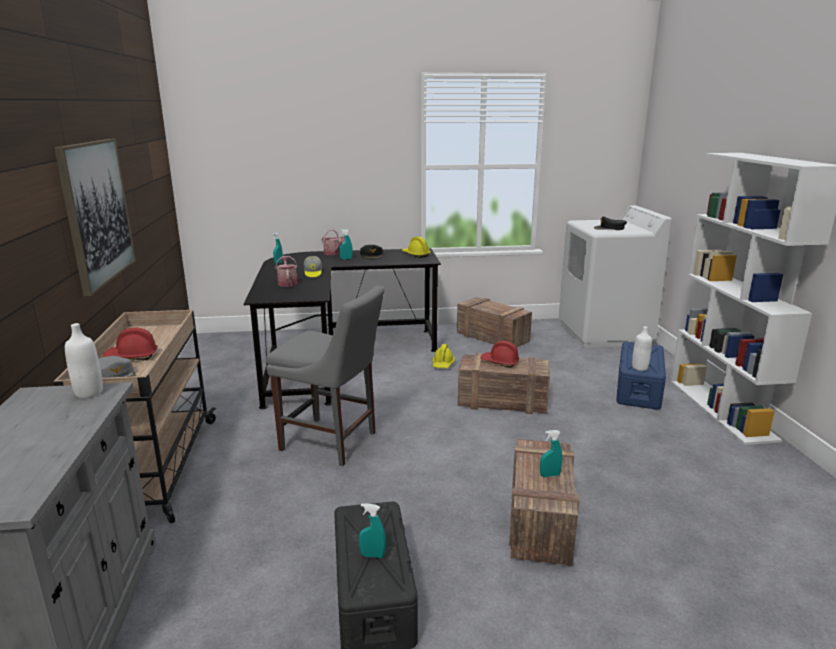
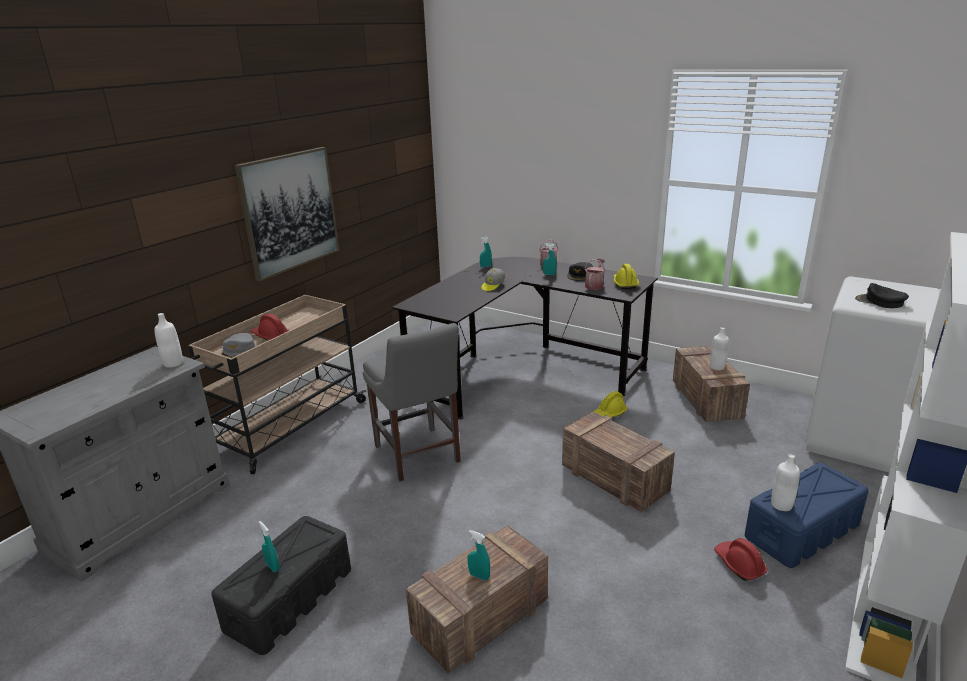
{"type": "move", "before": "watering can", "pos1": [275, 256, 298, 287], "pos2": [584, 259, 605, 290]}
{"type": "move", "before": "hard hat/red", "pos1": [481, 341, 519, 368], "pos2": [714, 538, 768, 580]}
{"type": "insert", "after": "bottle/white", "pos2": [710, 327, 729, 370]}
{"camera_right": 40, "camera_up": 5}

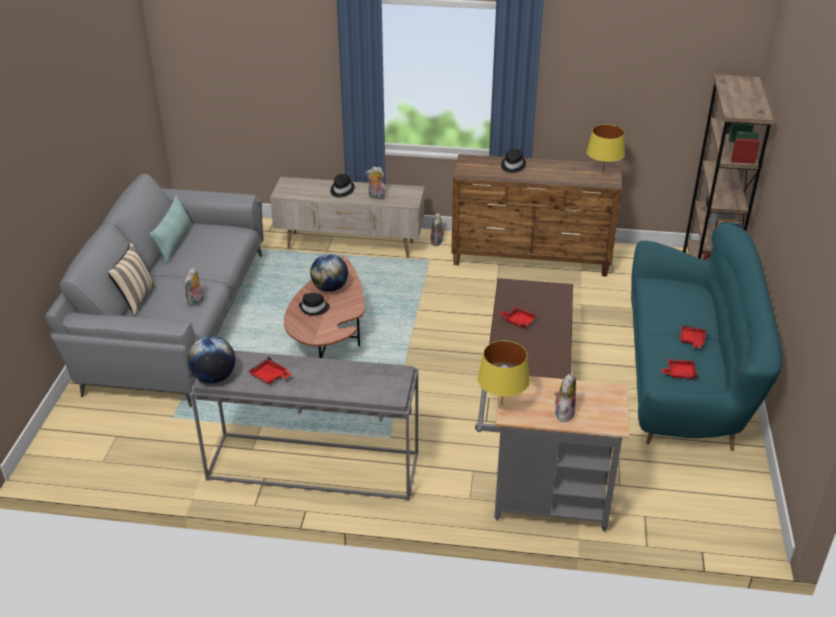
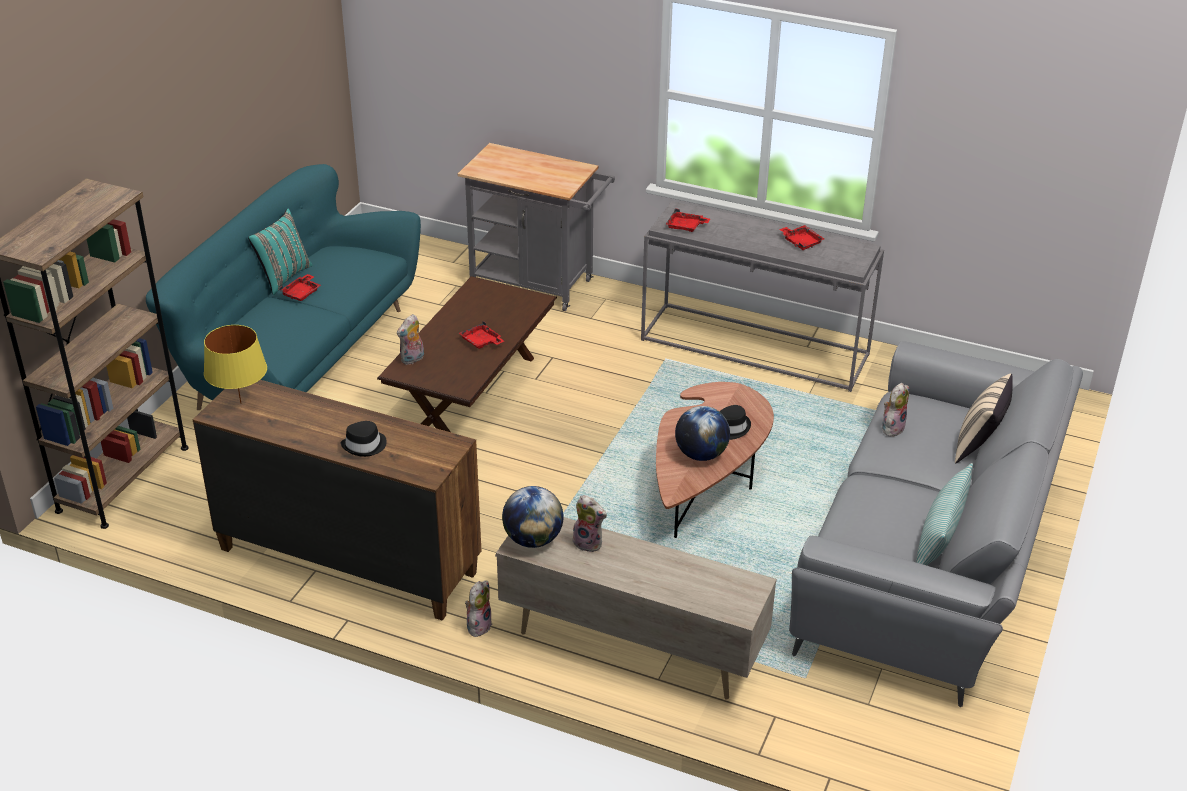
{"type": "move", "before": "globe", "pos1": [187, 336, 235, 383], "pos2": [502, 486, 564, 548]}
{"type": "delete", "before": "hat/black", "pos1": [330, 174, 355, 197]}
{"type": "delete", "before": "table lamp/yellow", "pos1": [477, 341, 530, 405]}
{"type": "move", "before": "plush toy", "pos1": [555, 374, 576, 422], "pos2": [397, 314, 424, 365]}
{"type": "move", "before": "tray/red", "pos1": [662, 359, 698, 379], "pos2": [666, 209, 710, 232]}
{"type": "insert", "after": "pillow/turquoise", "pos2": [248, 209, 313, 295]}
{"camera_right": -165, "camera_up": 0}

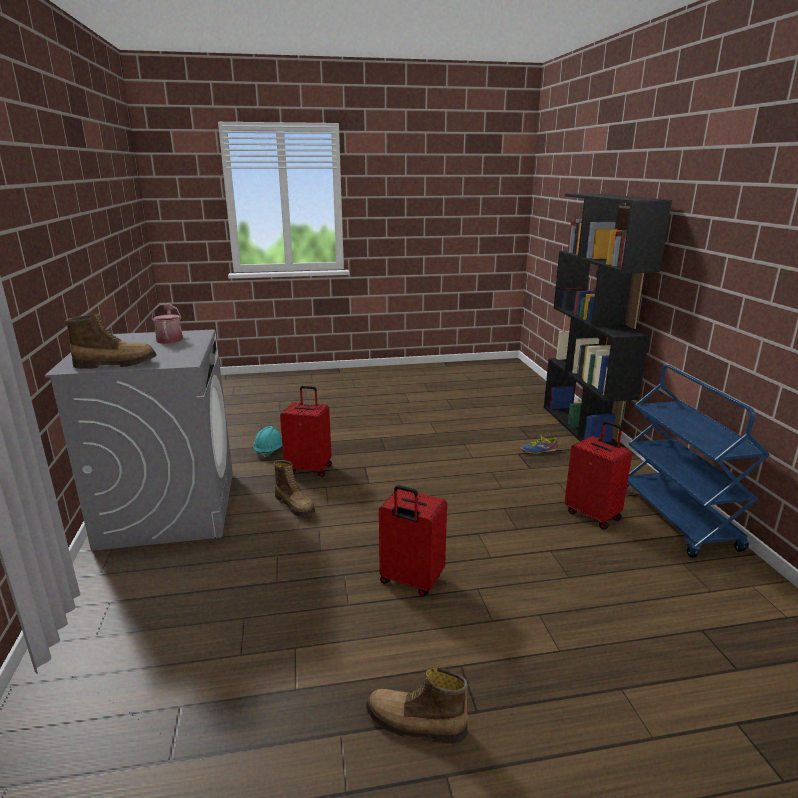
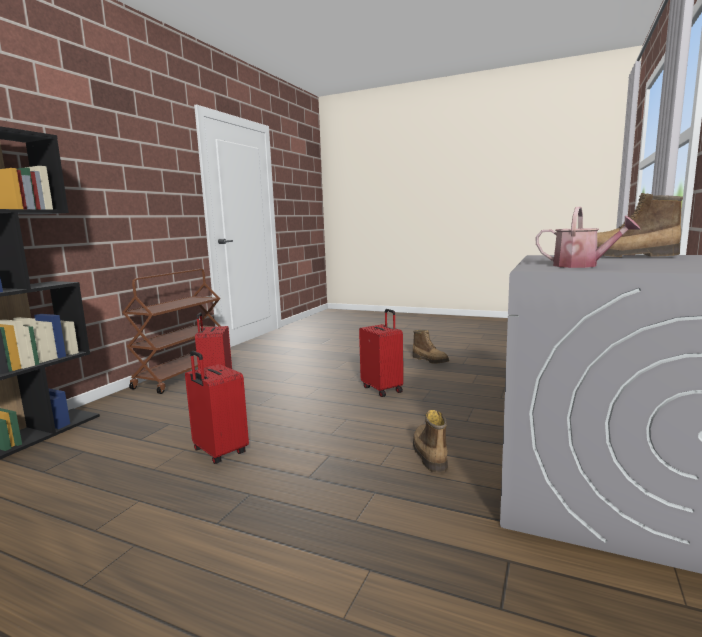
{"type": "rotate", "before": "watering can", "pos1": [151, 303, 183, 344], "pos2": [536, 207, 641, 268], "turn": -75}
{"type": "delete", "before": "hard hat/turquoise", "pos1": [253, 426, 282, 459]}
{"type": "move", "before": "suitcase/red", "pos1": [280, 386, 332, 477], "pos2": [185, 351, 249, 464]}
{"type": "delete", "before": "shoe", "pos1": [521, 434, 558, 454]}
{"type": "recolor", "before": "cart/blue", "after": "cart/brown", "pos1": [626, 365, 770, 558], "pos2": [122, 269, 220, 394]}
{"camera_right": -145, "camera_up": -10}

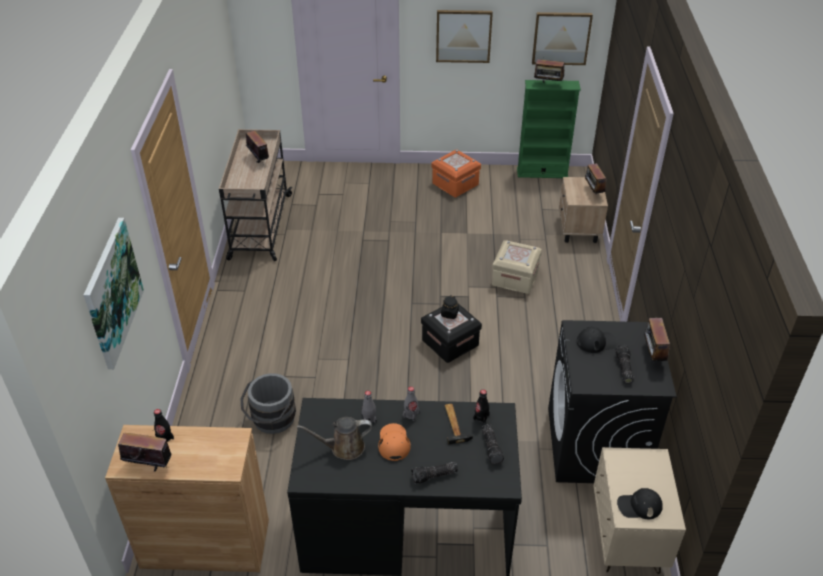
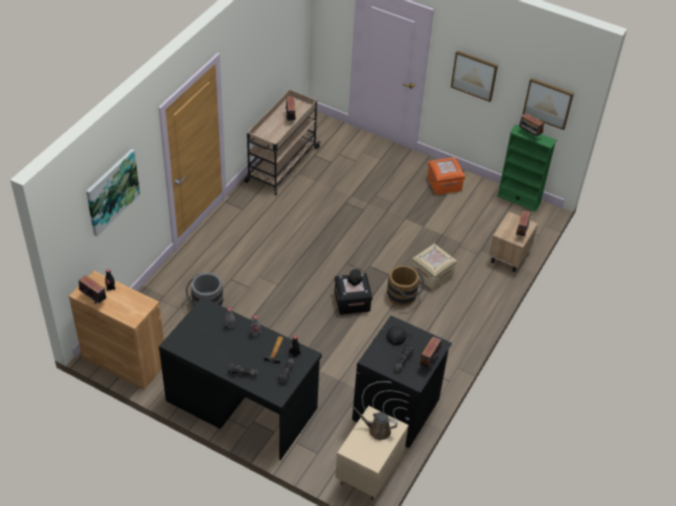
{"type": "move", "before": "watering can/brown", "pos1": [297, 417, 372, 460], "pos2": [352, 406, 398, 440]}
{"type": "delete", "before": "cap/orange", "pos1": [378, 423, 410, 461]}
{"type": "delete", "before": "cap/black", "pos1": [617, 488, 663, 519]}
{"type": "insert", "after": "bucket/brown", "pos2": [387, 265, 424, 306]}
{"camera_right": 25, "camera_up": 5}

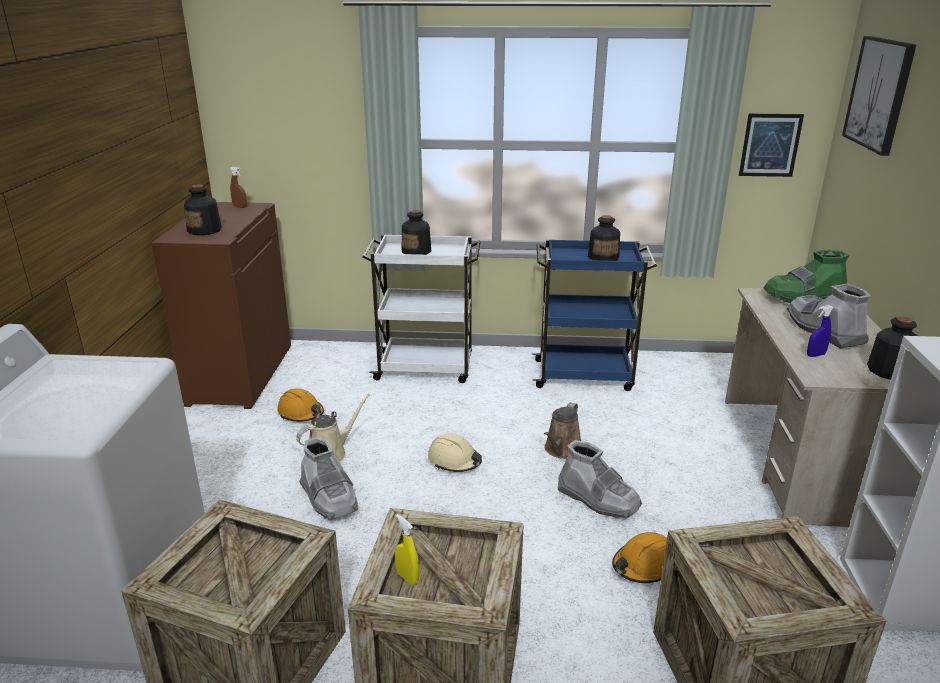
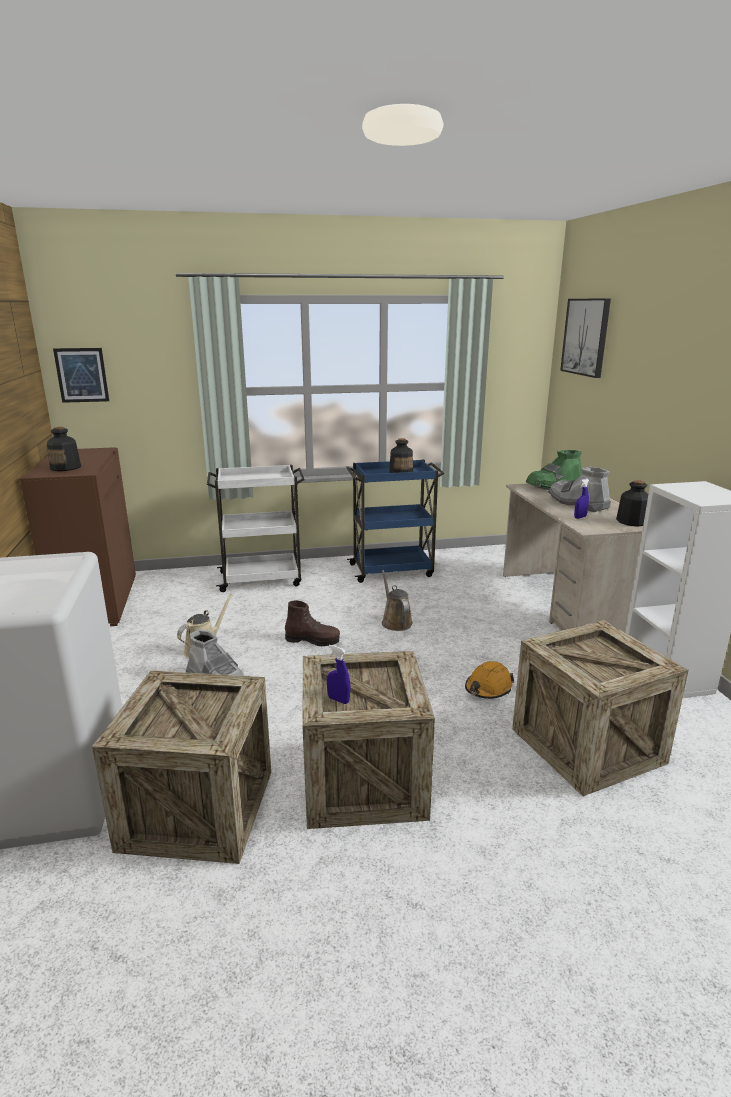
{"type": "delete", "before": "spray bottle/brown", "pos1": [230, 167, 247, 208]}
{"type": "delete", "before": "hard hat/orange", "pos1": [277, 388, 324, 422]}
{"type": "recolor", "before": "spray bottle/yellow", "after": "spray bottle/blue", "pos1": [395, 514, 419, 585], "pos2": [327, 645, 351, 704]}
{"type": "delete", "before": "bottle", "pos1": [402, 210, 431, 255]}
{"type": "replace", "before": "hard hat/beige", "after": "boot/brown", "pos1": [428, 434, 482, 472], "pos2": [285, 600, 340, 646]}
{"type": "rotate", "before": "watering can/brown", "pos1": [544, 402, 581, 459], "pos2": [382, 570, 413, 631], "turn": 150}
{"type": "delete", "before": "boot/grey", "pos1": [558, 440, 642, 518]}
{"type": "move", "before": "picture", "pos1": [739, 114, 804, 177], "pos2": [53, 348, 109, 403]}
{"camera_right": -15, "camera_up": -5}

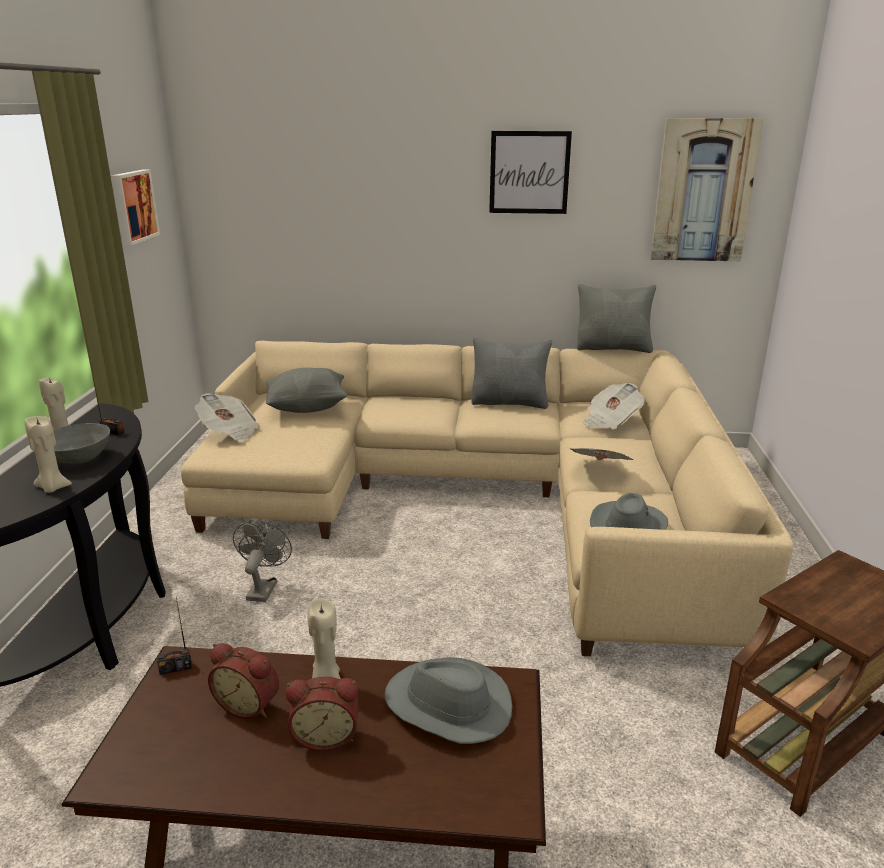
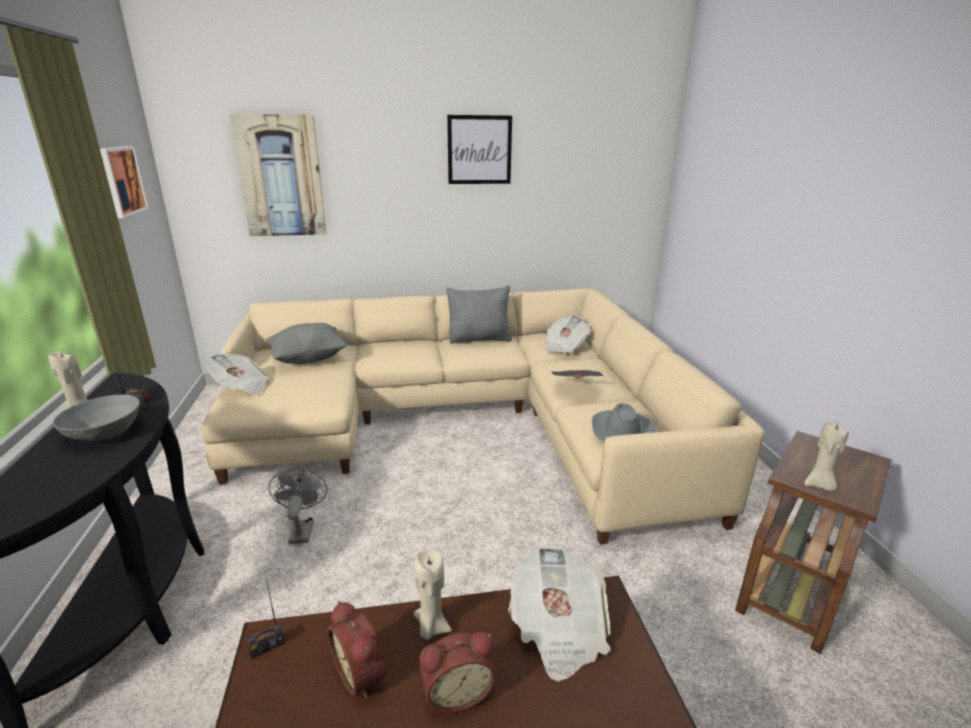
{"type": "move", "before": "candle/beige", "pos1": [25, 416, 72, 493], "pos2": [804, 421, 849, 491]}
{"type": "rotate", "before": "alarm clock", "pos1": [208, 643, 279, 719], "pos2": [327, 601, 386, 699], "turn": 45}
{"type": "replace", "before": "hat/grey", "after": "newspaper", "pos1": [384, 657, 513, 744], "pos2": [508, 544, 611, 682]}
{"type": "delete", "before": "pillow/grey", "pos1": [577, 284, 656, 353]}
{"type": "move", "before": "picture", "pos1": [650, 118, 763, 261], "pos2": [230, 114, 326, 236]}
{"camera_right": -15, "camera_up": 0}

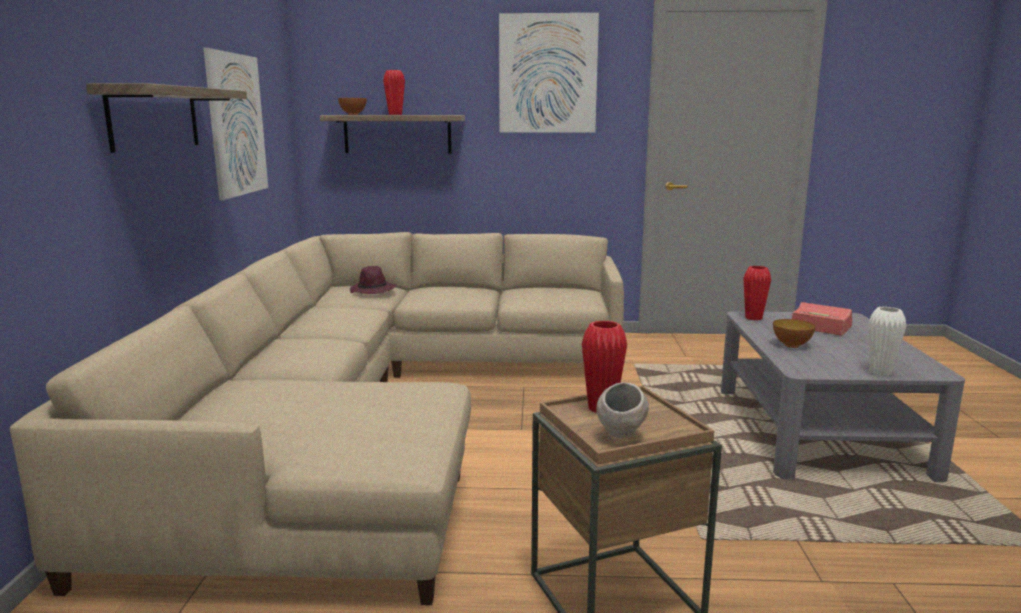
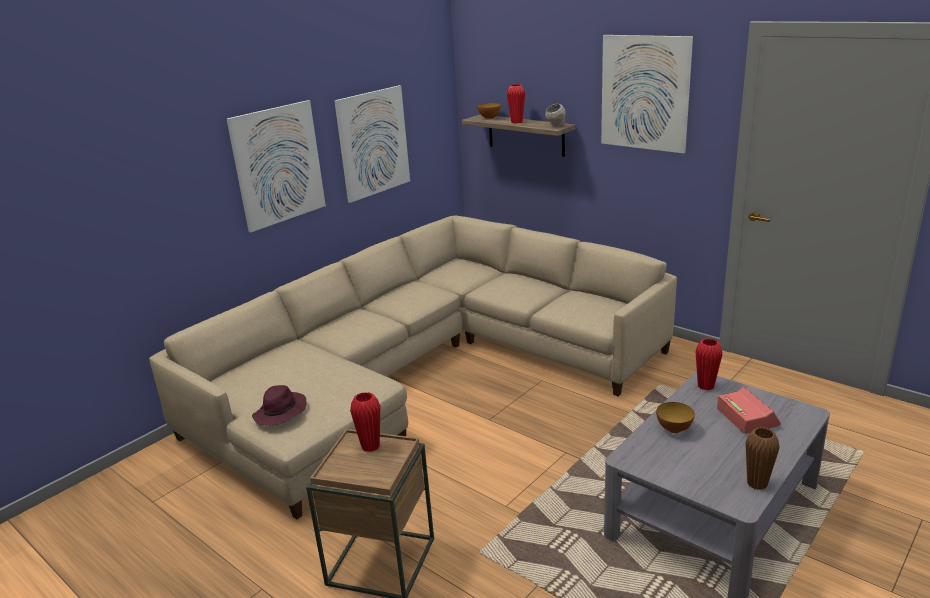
{"type": "replace", "before": "shelf", "after": "picture", "pos1": [86, 83, 247, 153], "pos2": [227, 100, 326, 233]}
{"type": "move", "before": "hat/purple", "pos1": [350, 266, 397, 294], "pos2": [252, 385, 306, 426]}
{"type": "move", "before": "bowl/grey", "pos1": [596, 382, 649, 438], "pos2": [545, 104, 566, 126]}
{"type": "delete", "before": "vase/white", "pos1": [869, 307, 906, 376]}
{"type": "insert", "after": "vase/brown", "pos2": [745, 427, 780, 490]}
{"camera_right": 40, "camera_up": 10}

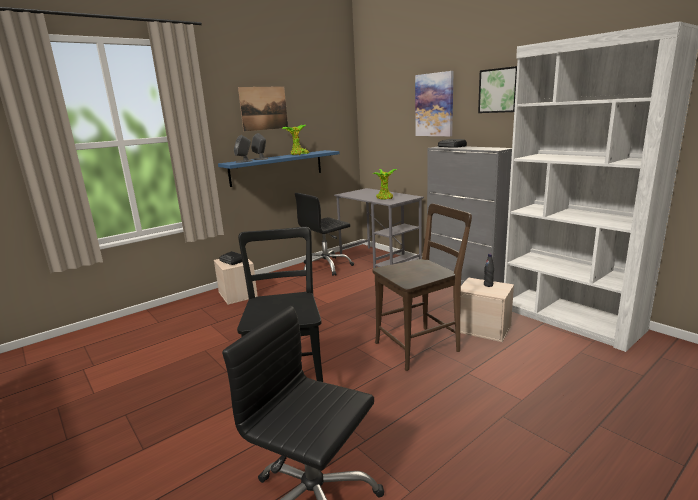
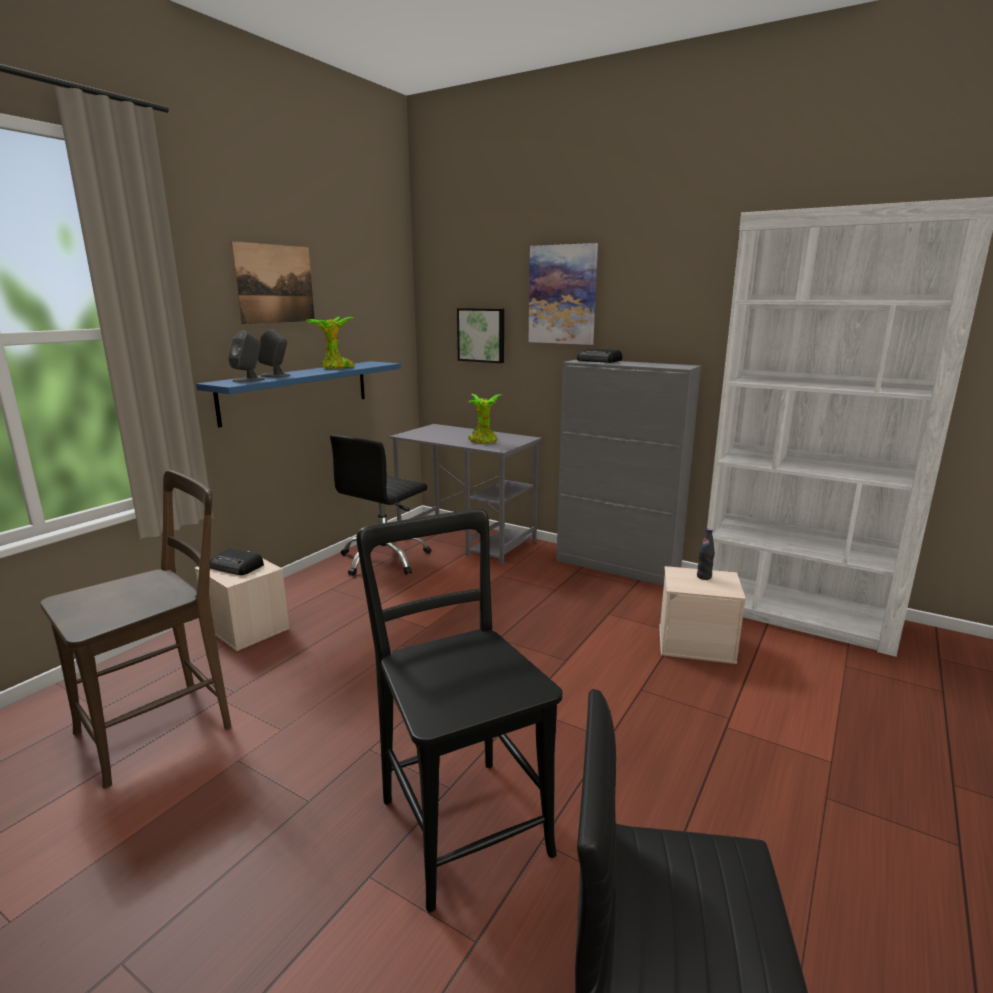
{"type": "move", "before": "chair/brown", "pos1": [372, 204, 472, 371], "pos2": [40, 470, 231, 789]}
{"type": "move", "before": "picture", "pos1": [478, 66, 517, 113], "pos2": [457, 308, 504, 363]}
{"camera_right": -20, "camera_up": 0}

